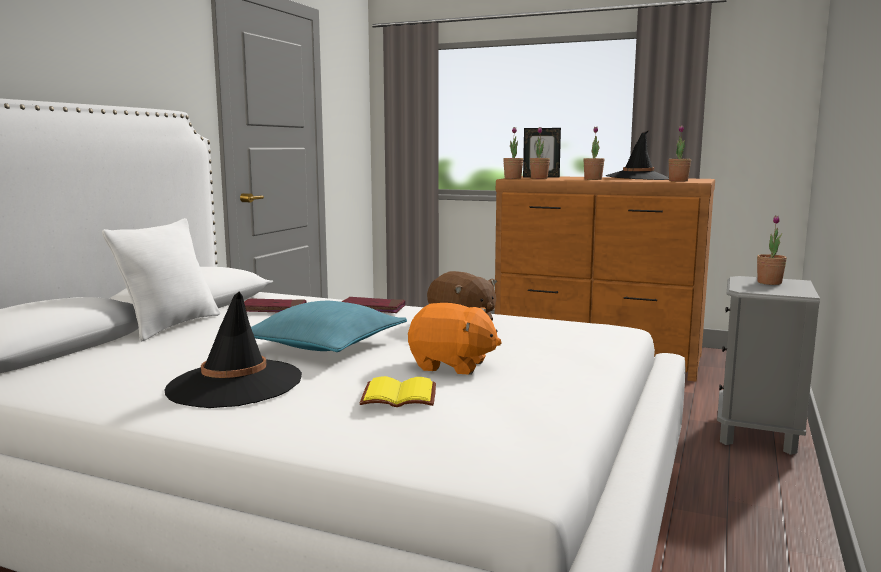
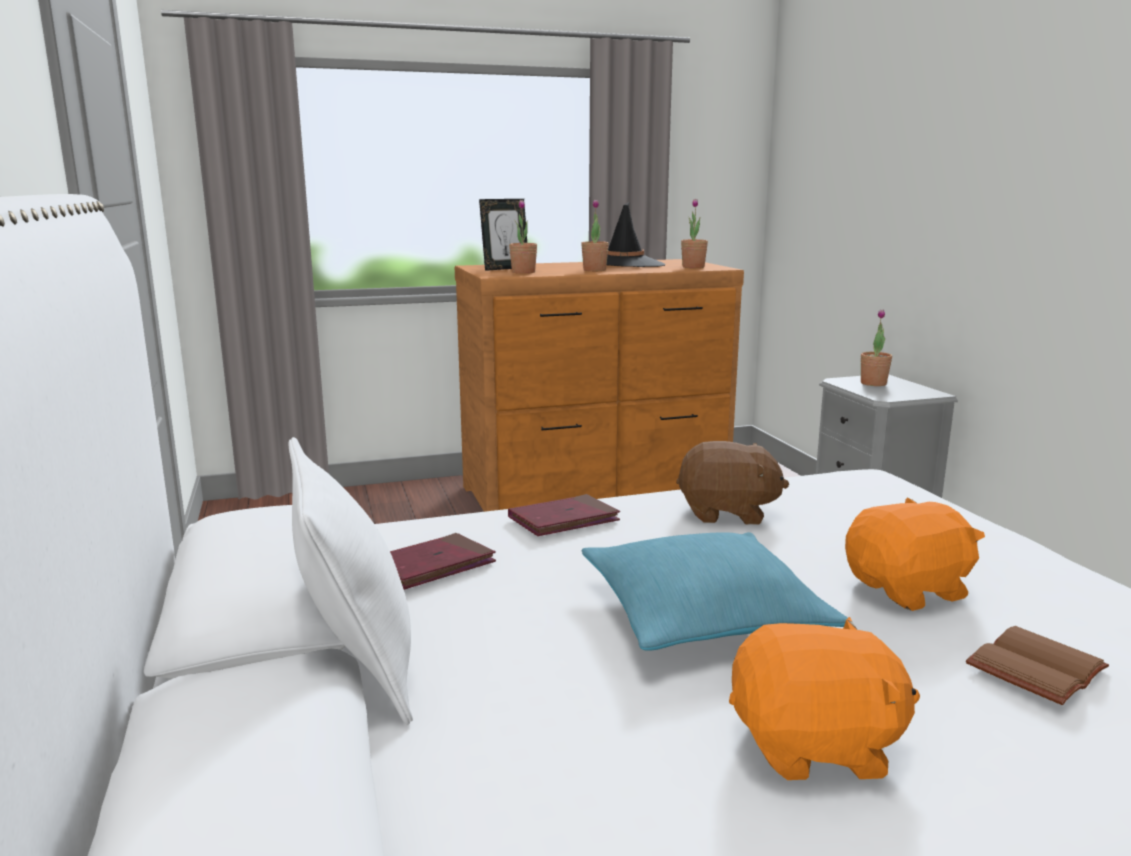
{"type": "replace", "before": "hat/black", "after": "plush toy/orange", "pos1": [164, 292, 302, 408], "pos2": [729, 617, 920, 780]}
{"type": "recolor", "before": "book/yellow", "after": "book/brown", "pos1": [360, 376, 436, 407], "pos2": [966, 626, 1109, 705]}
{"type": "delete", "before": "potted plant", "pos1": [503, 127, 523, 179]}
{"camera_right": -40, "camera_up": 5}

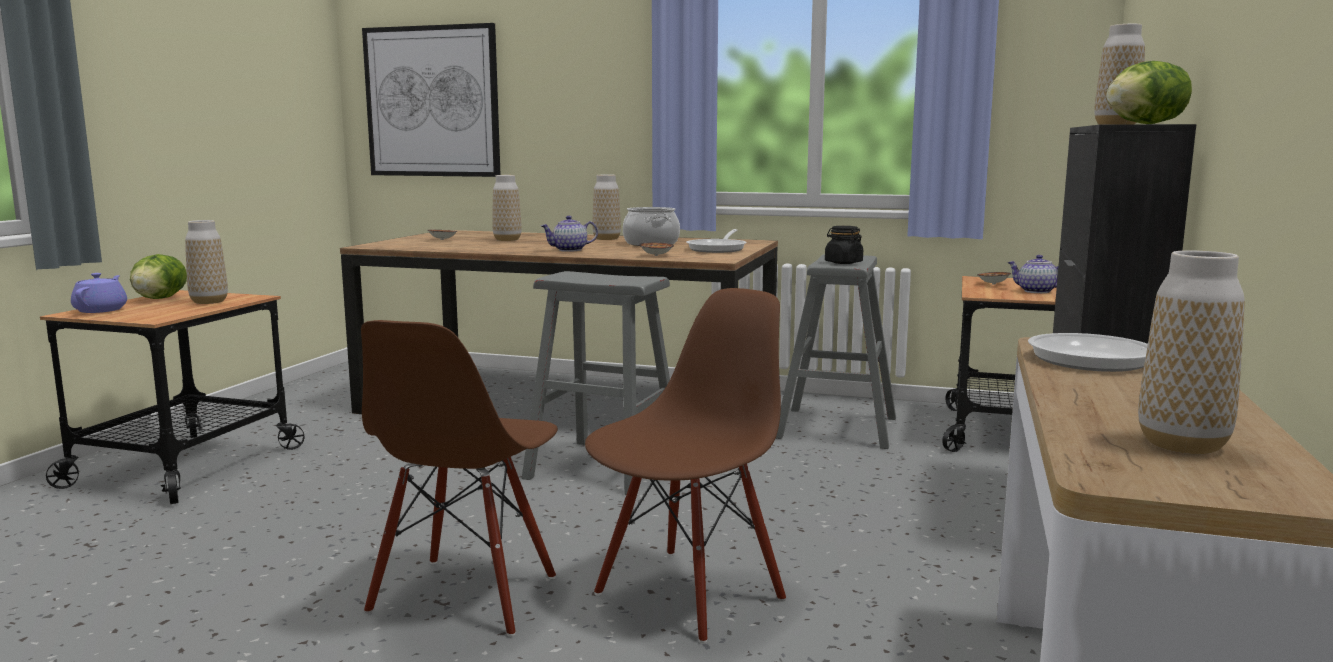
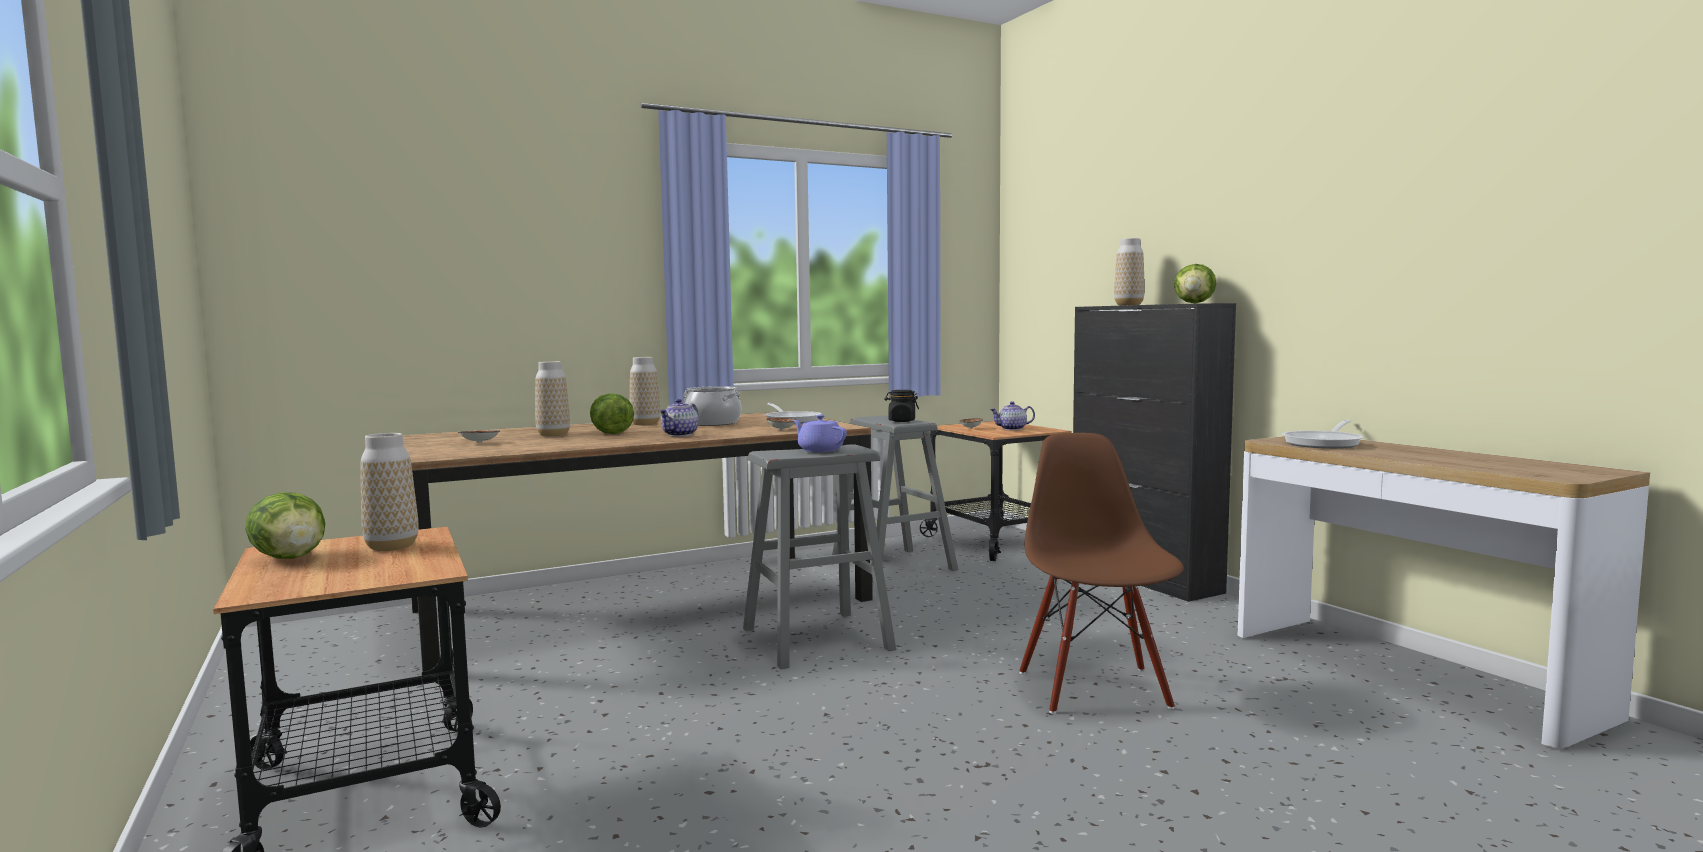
{"type": "move", "before": "teapot/purple", "pos1": [71, 273, 127, 313], "pos2": [793, 415, 847, 452]}
{"type": "delete", "before": "chair/brown", "pos1": [361, 320, 558, 637]}
{"type": "delete", "before": "picture", "pos1": [362, 23, 501, 177]}
{"type": "delete", "before": "vase", "pos1": [1138, 250, 1245, 454]}
{"type": "insert", "after": "lettuce", "pos2": [590, 393, 634, 434]}
{"camera_right": -45, "camera_up": -5}

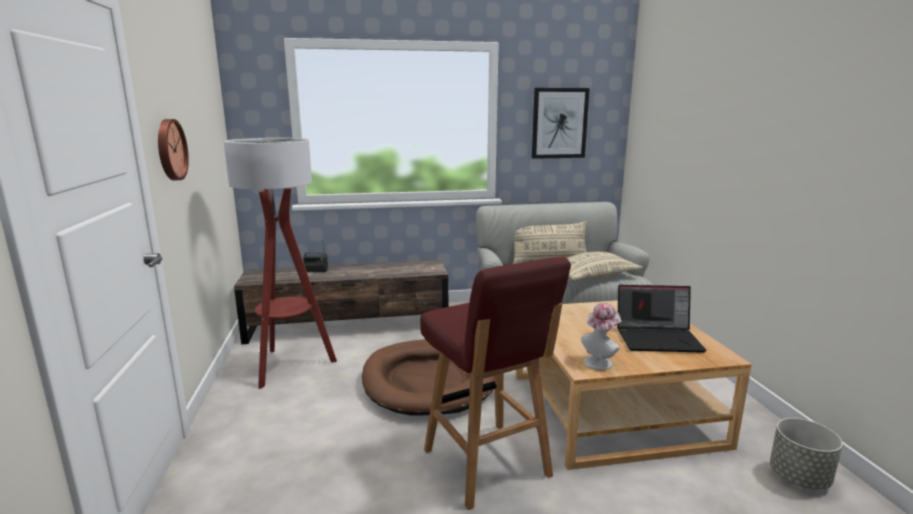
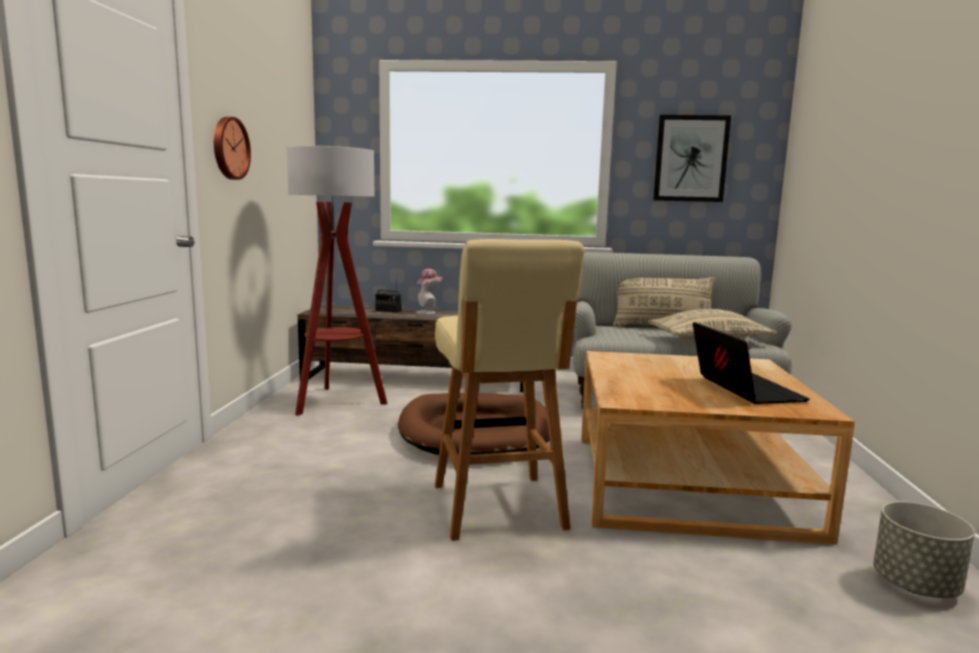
{"type": "recolor", "before": "stool/red", "after": "stool/beige", "pos1": [420, 257, 571, 510], "pos2": [435, 239, 584, 541]}
{"type": "move", "before": "hat", "pos1": [581, 303, 621, 370], "pos2": [416, 269, 442, 314]}
{"type": "rotate", "before": "laptop", "pos1": [617, 285, 707, 353], "pos2": [693, 322, 810, 404], "turn": -120}
{"camera_right": 15, "camera_up": -5}

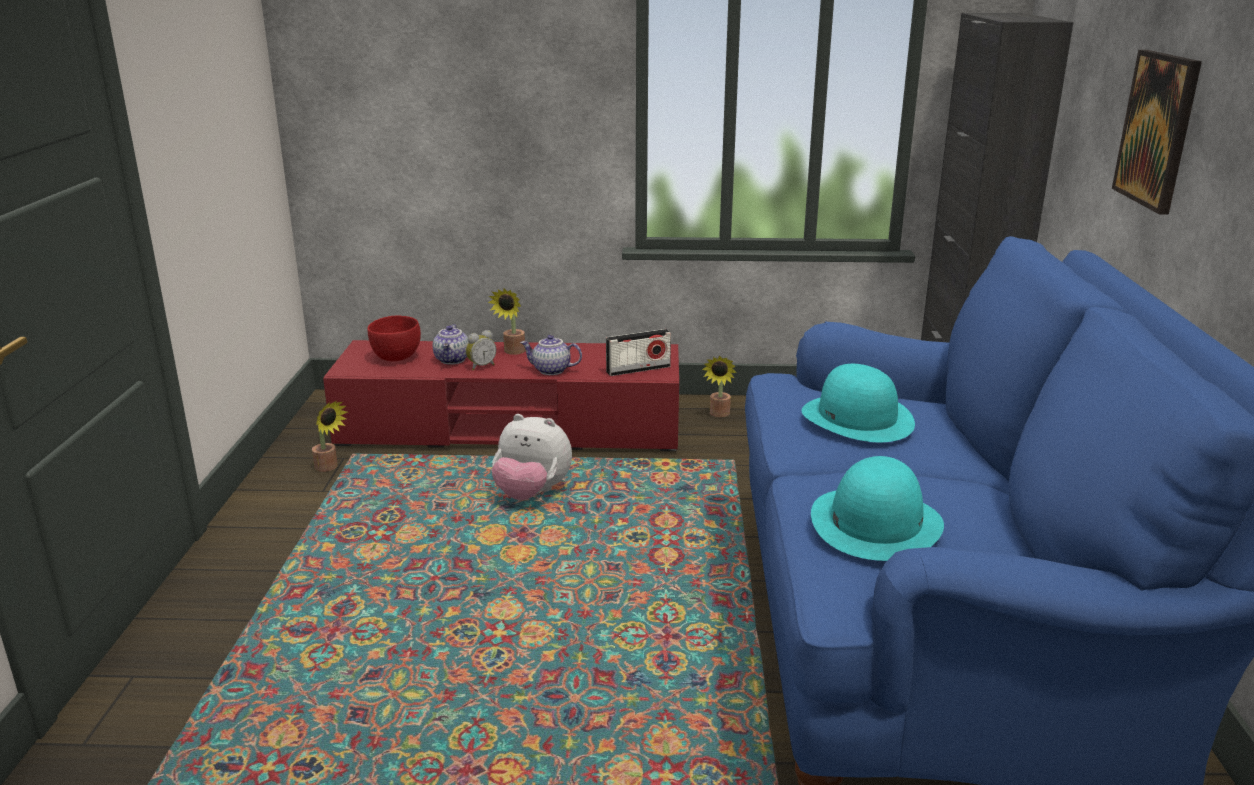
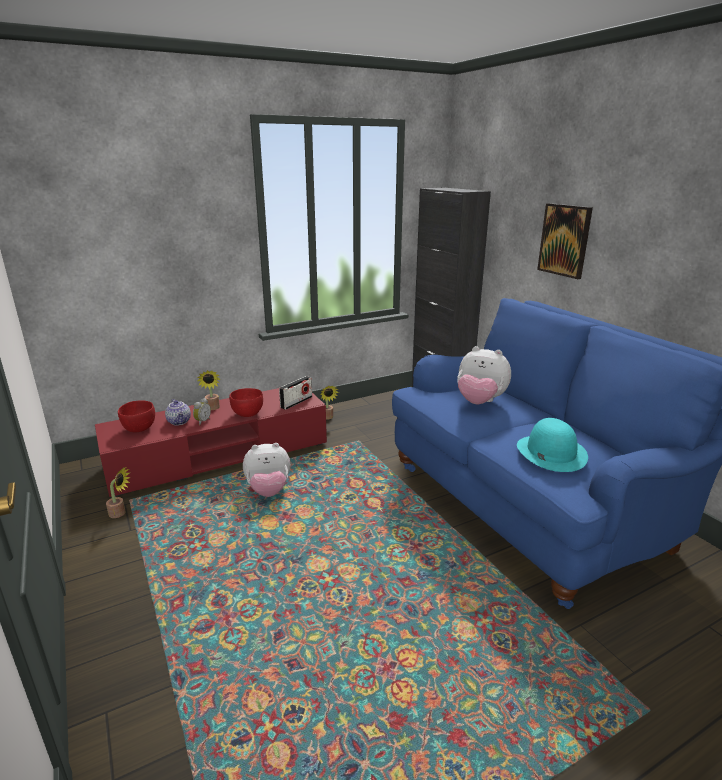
{"type": "replace", "before": "teapot", "after": "bowl/red", "pos1": [520, 335, 582, 375], "pos2": [229, 388, 263, 417]}
{"type": "replace", "before": "hat/turquoise", "after": "plush toy", "pos1": [802, 364, 915, 442], "pos2": [457, 346, 511, 404]}
{"camera_right": -30, "camera_up": 0}

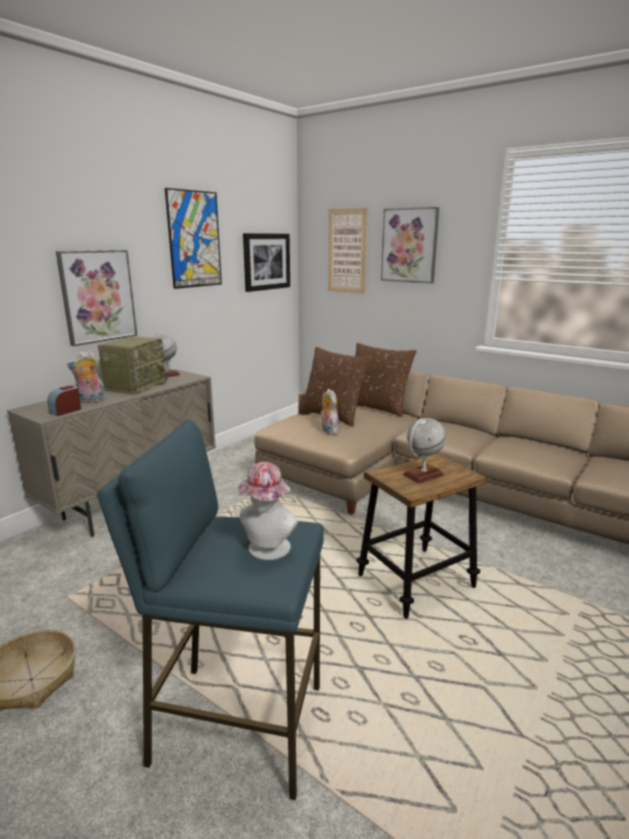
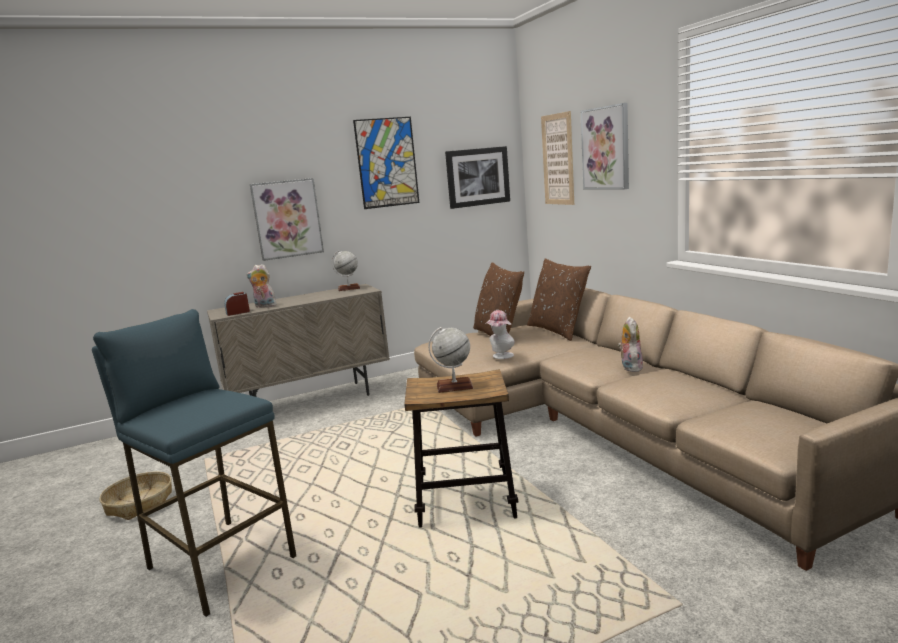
{"type": "delete", "before": "radio", "pos1": [98, 336, 169, 395]}
{"type": "move", "before": "hat", "pos1": [238, 462, 298, 560], "pos2": [485, 310, 515, 359]}
{"type": "move", "before": "plush toy", "pos1": [320, 389, 340, 435], "pos2": [618, 316, 643, 372]}
{"camera_right": 30, "camera_up": -5}

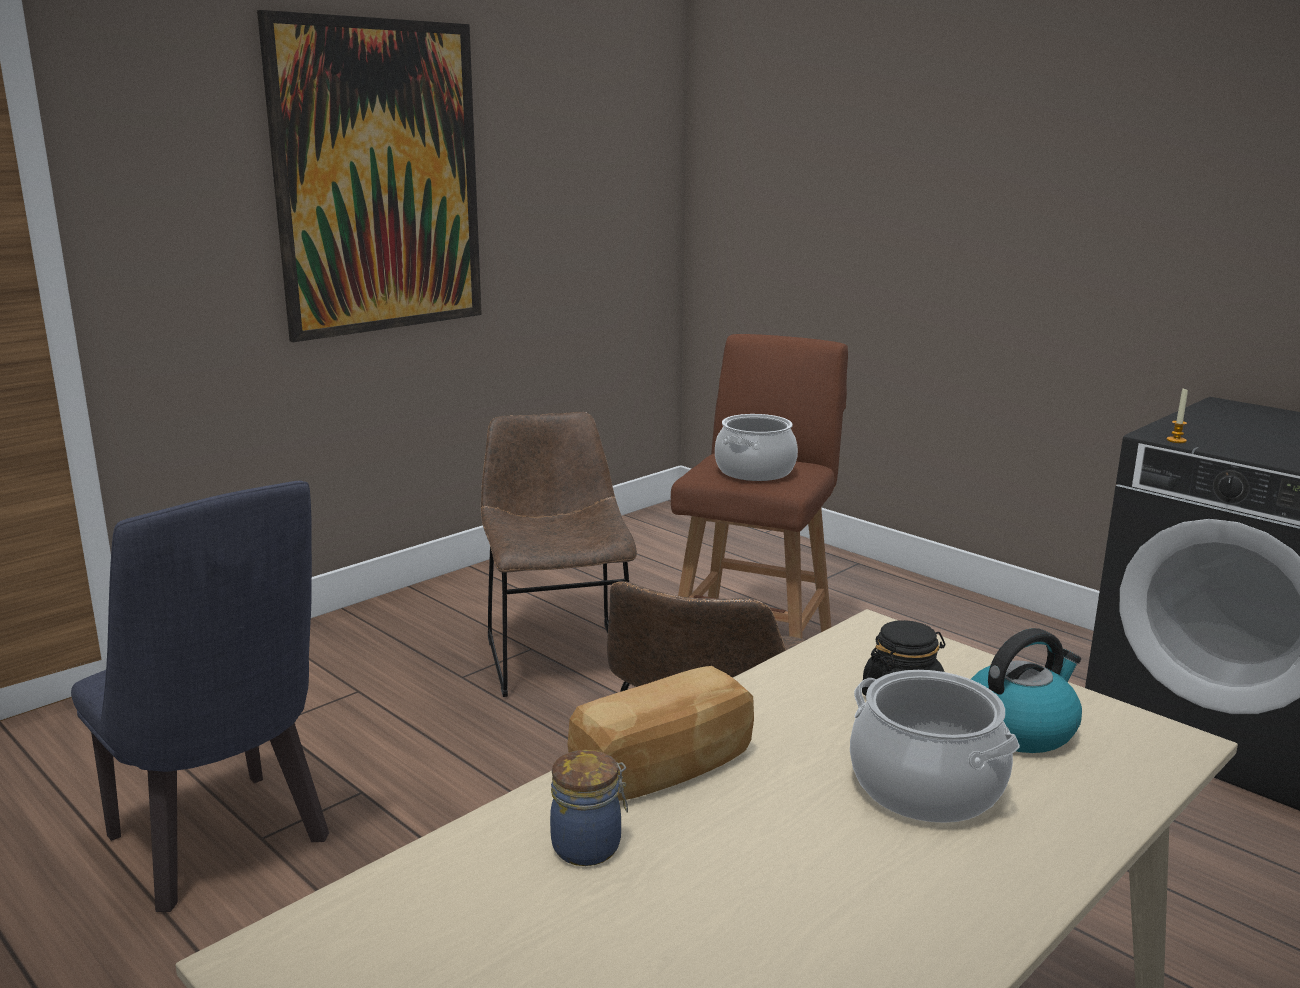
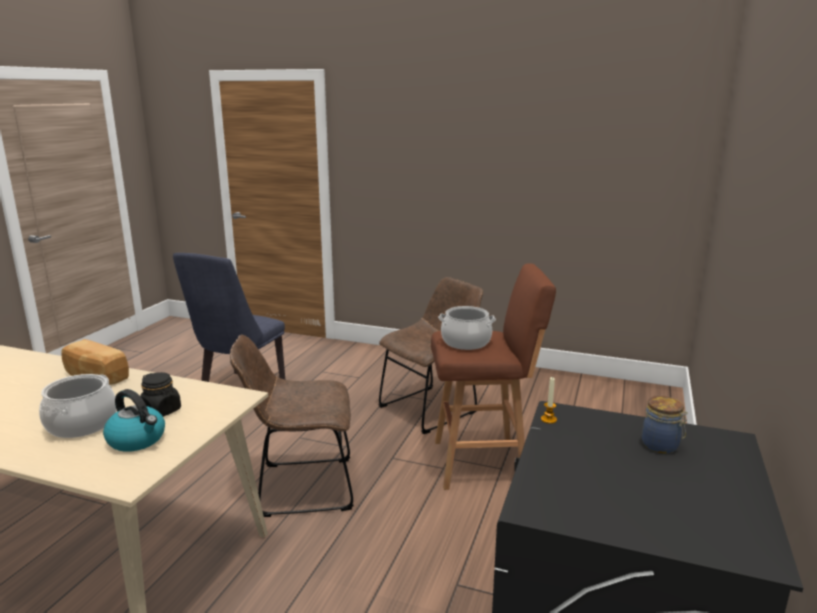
{"type": "delete", "before": "picture", "pos1": [257, 10, 482, 342]}
{"type": "move", "before": "jar", "pos1": [550, 750, 628, 866], "pos2": [642, 396, 688, 453]}
{"camera_right": 65, "camera_up": 0}

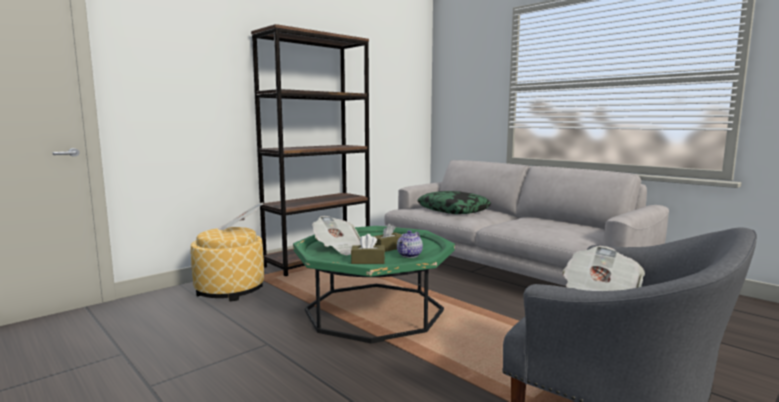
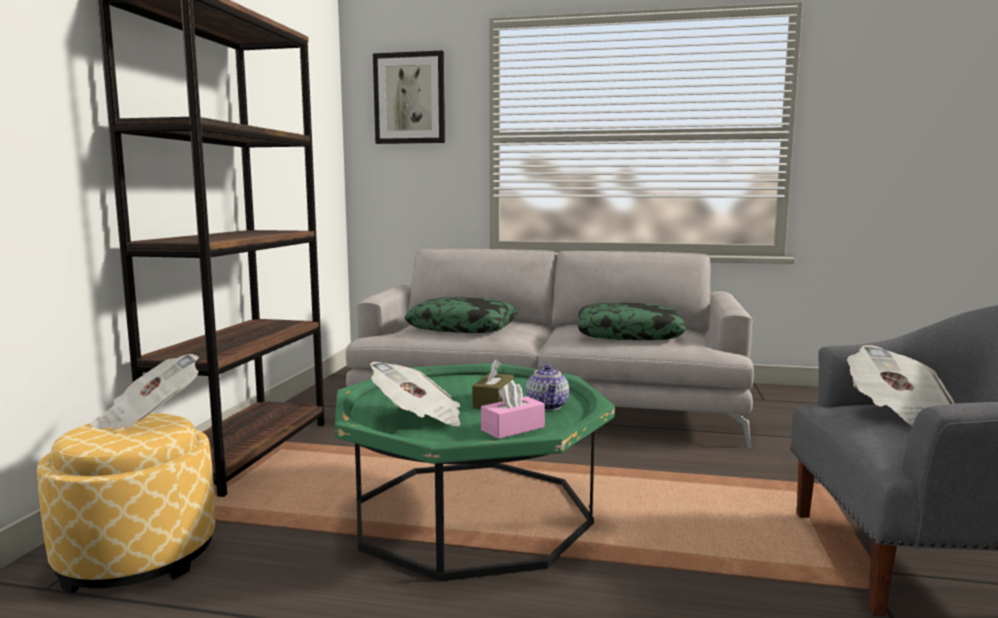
{"type": "recolor", "before": "tissue box/brown", "after": "tissue box/pink", "pos1": [351, 234, 385, 264], "pos2": [481, 380, 545, 439]}
{"type": "insert", "after": "picture", "pos2": [373, 51, 445, 144]}
{"type": "insert", "after": "pillow", "pos2": [578, 303, 686, 340]}
{"camera_right": -35, "camera_up": 0}

